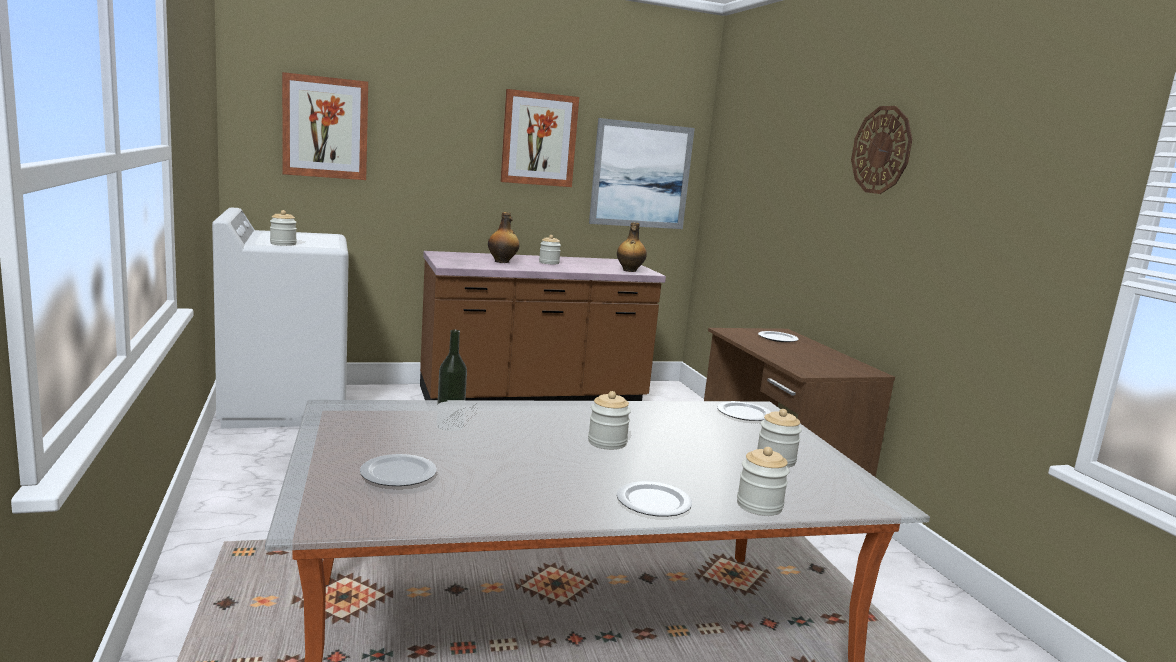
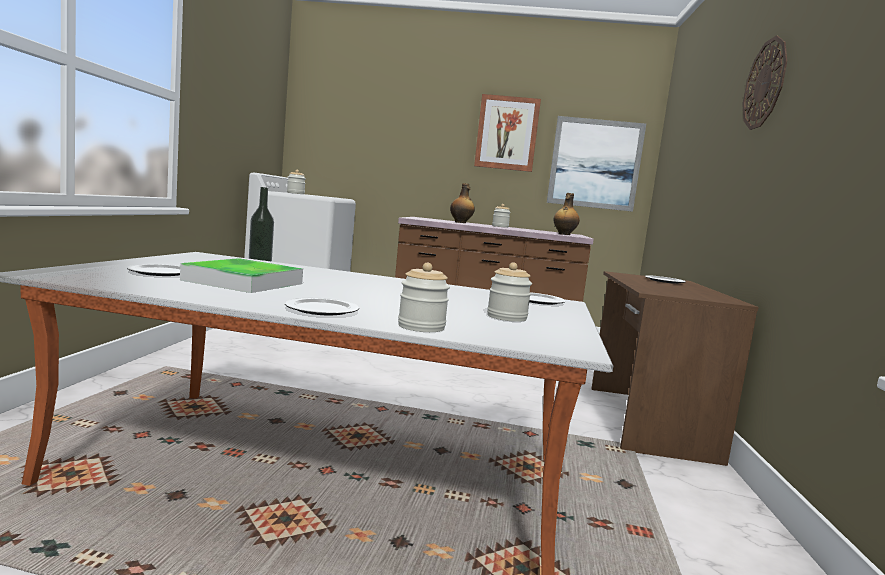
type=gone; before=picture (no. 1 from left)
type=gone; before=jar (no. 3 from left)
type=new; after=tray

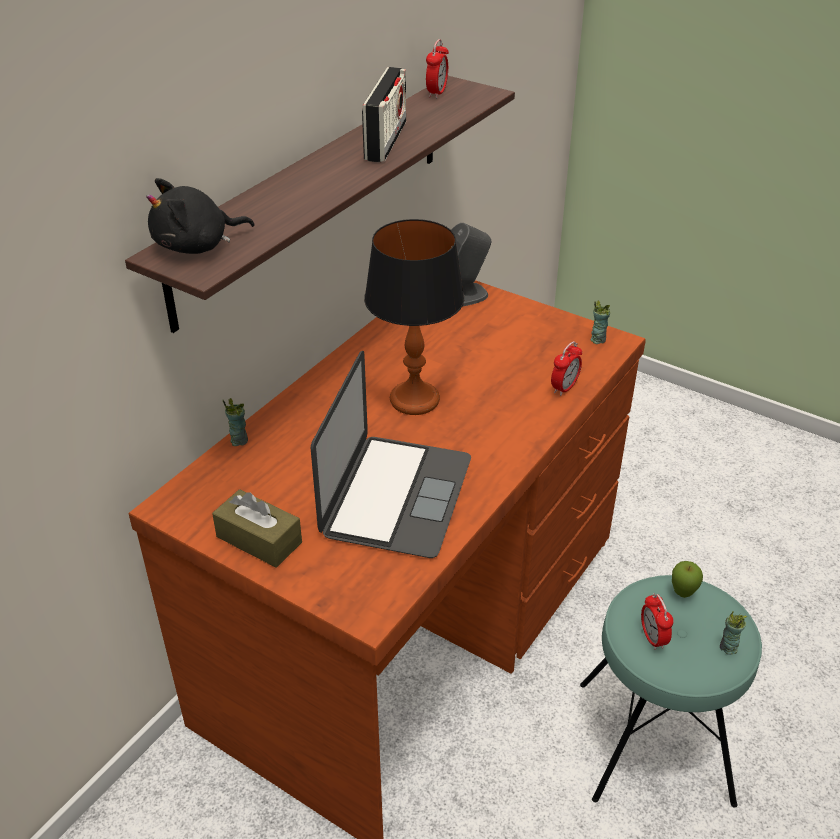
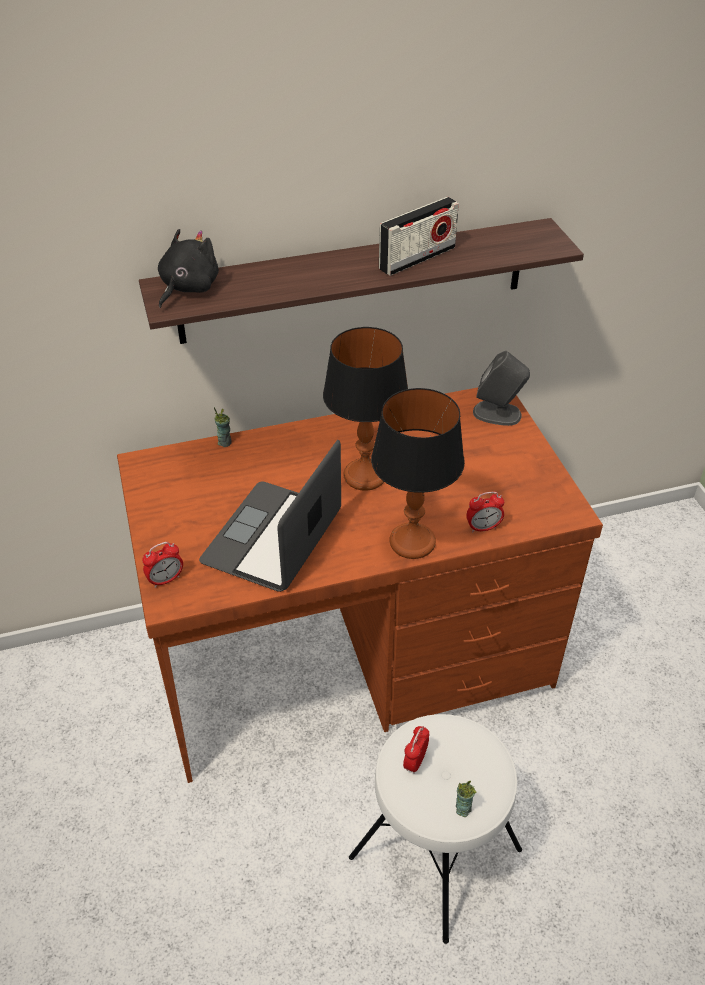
type=rotated; before=plush toy/black; turn=105
type=gone; before=tissue box/brown
type=rotated; before=laptop; turn=150
type=shifted; before=alarm clock (no. 1 from left)
type=repainted; before=stool/turquoise; after=stool/white
type=gone; before=cup (no. 2 from left)
type=gone; before=apple
type=new; after=table lamp (no. 2 from left)

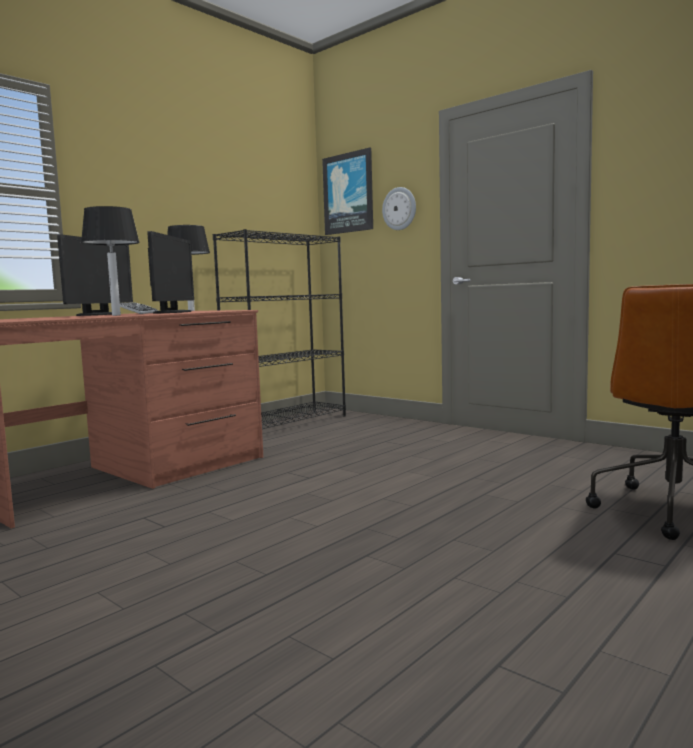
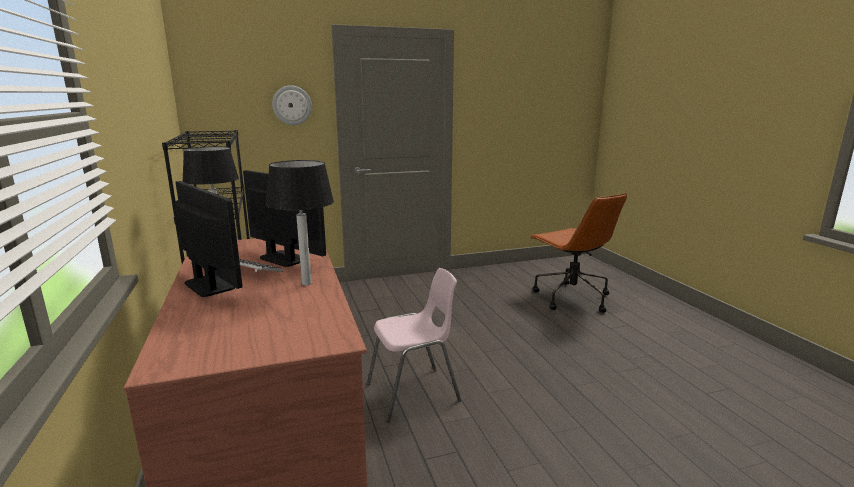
type=gone; before=picture
type=new; after=chair/pink

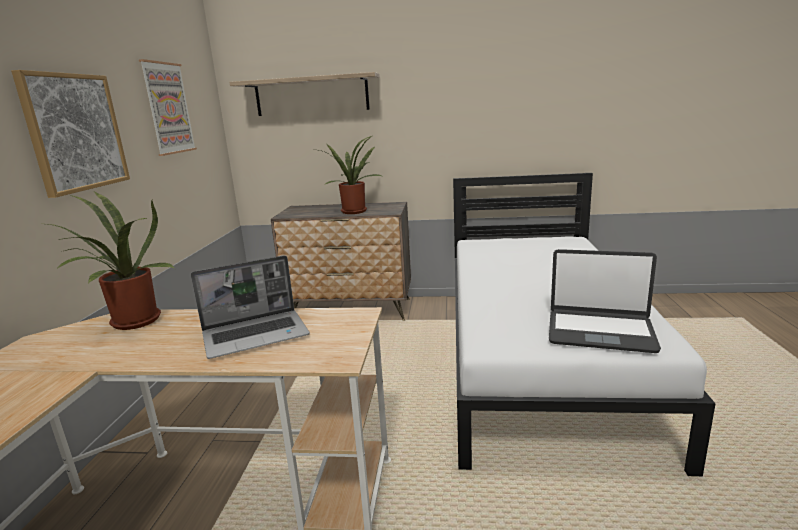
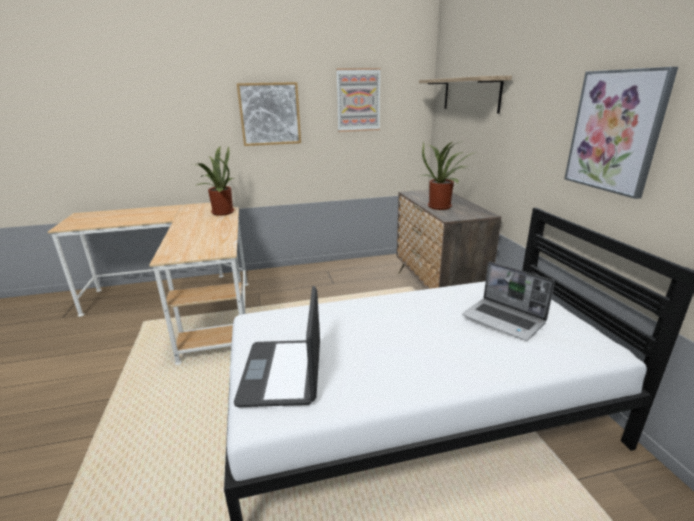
type=shifted; before=laptop (no. 1 from left in the first image); after=laptop (no. 2 from left)
type=new; after=picture (no. 3 from left)

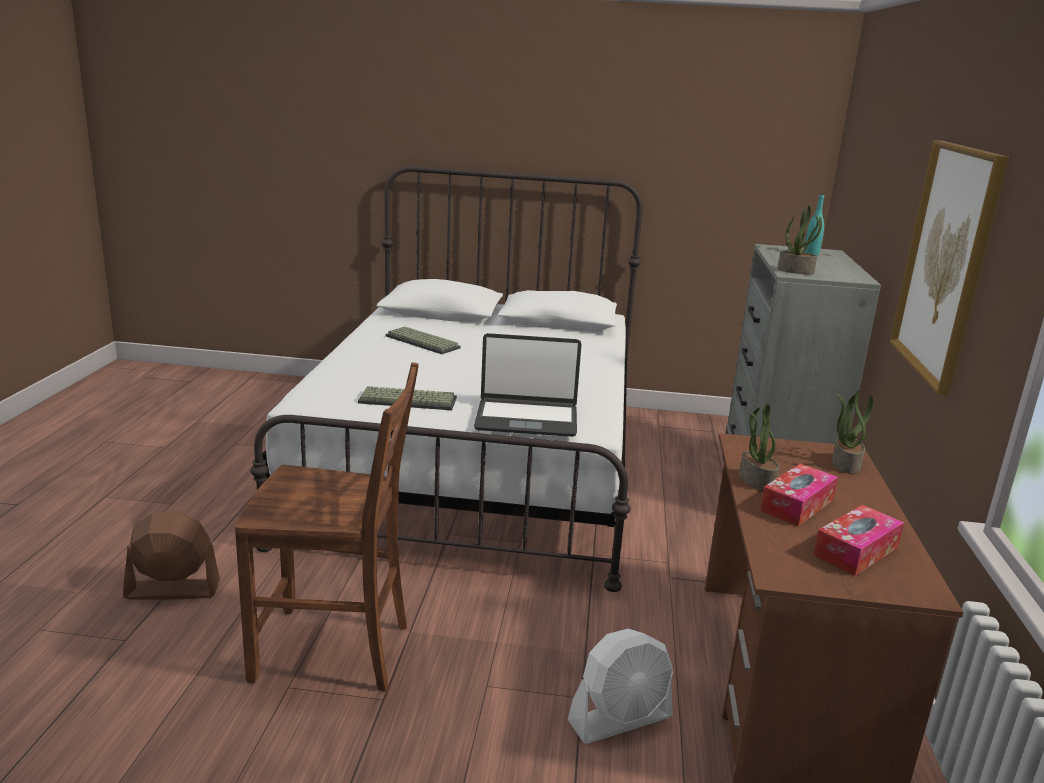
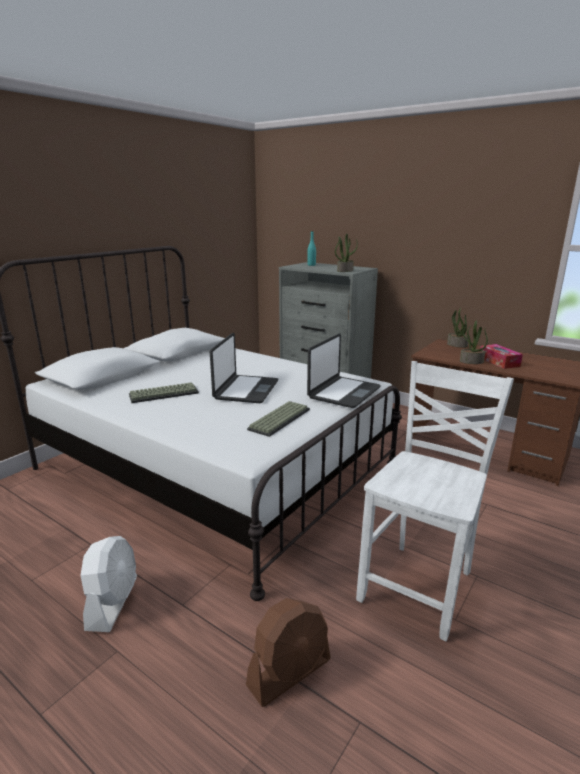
type=rotated; before=fan/brown; turn=-150
type=repainted; before=chair/brown; after=chair/white
type=shifted; before=fan/white
type=gone; before=tissue box (no. 2 from left)
type=gone; before=picture
type=new; after=laptop (no. 1 from left)

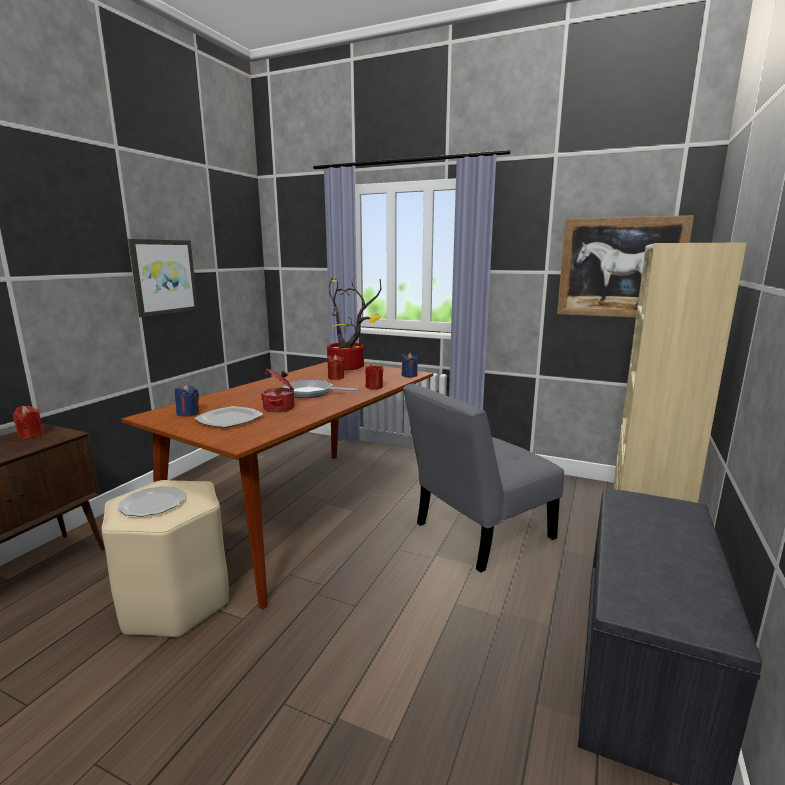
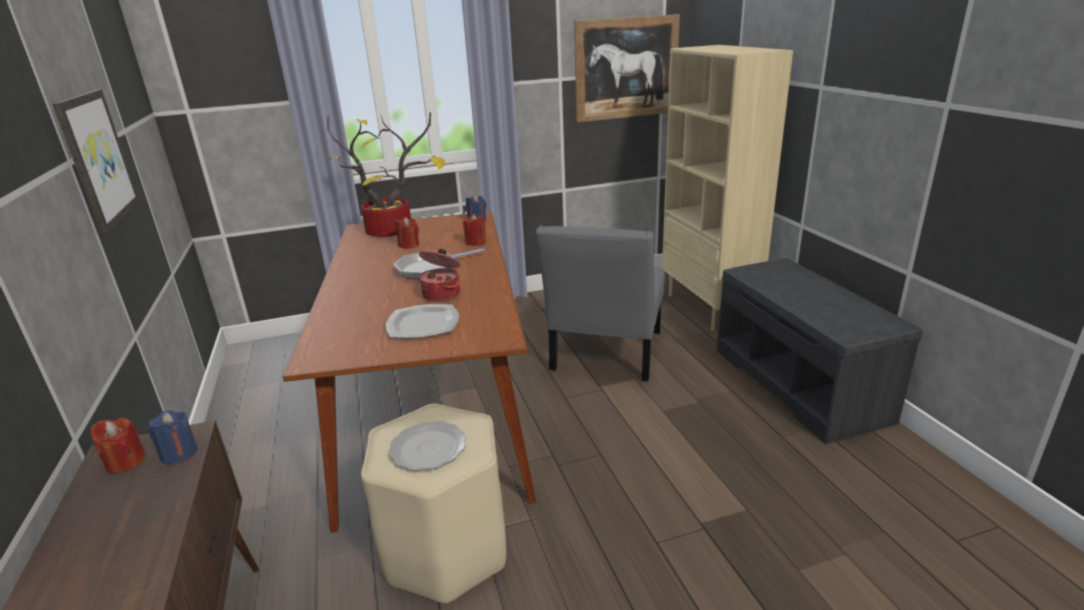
type=shifted; before=candle/blue (no. 1 from left)

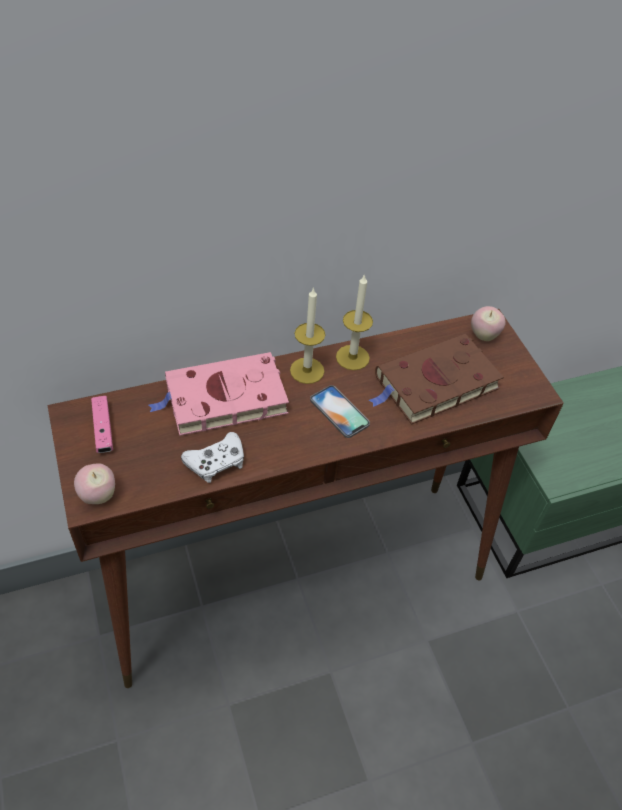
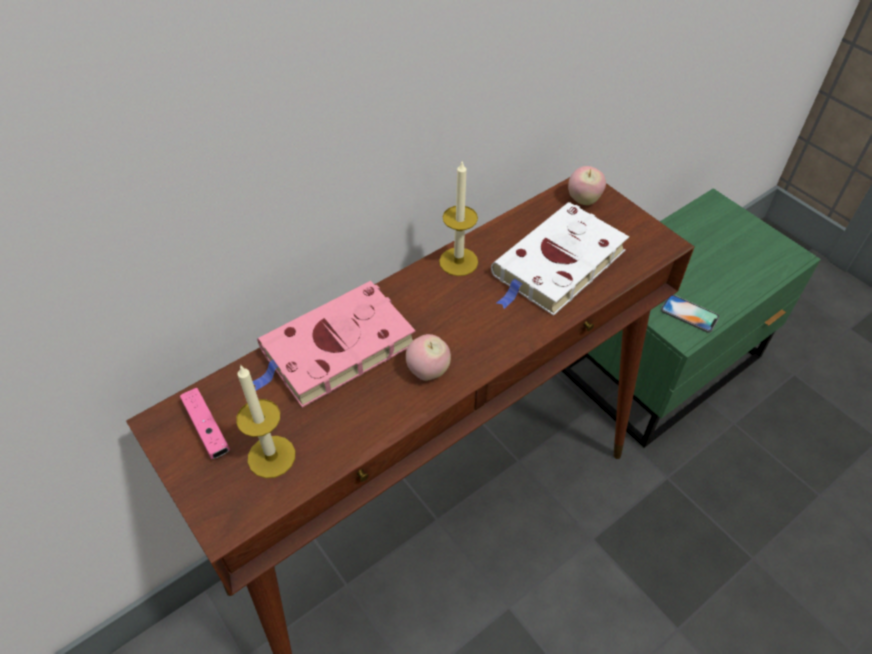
type=shifted; before=apple (no. 1 from left)
type=gone; before=game controller/white
type=shifted; before=candle (no. 1 from left)
type=shifted; before=phone
type=repainted; before=book/brown; after=book/white

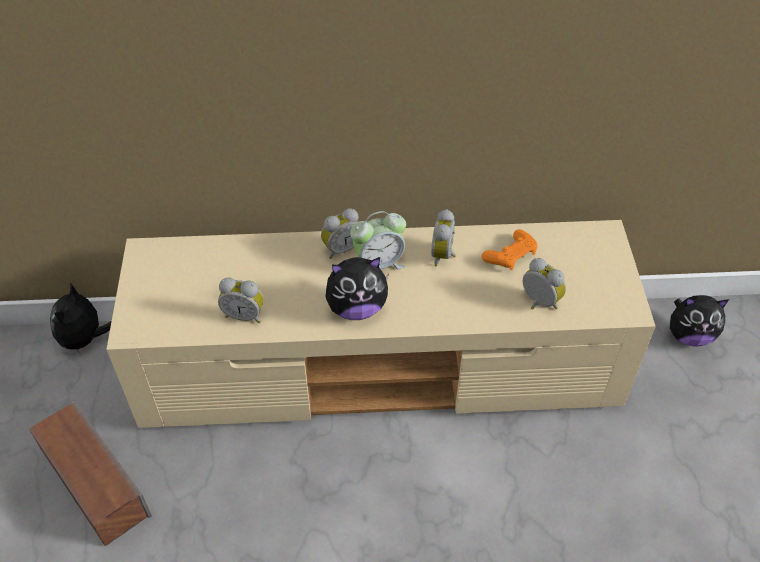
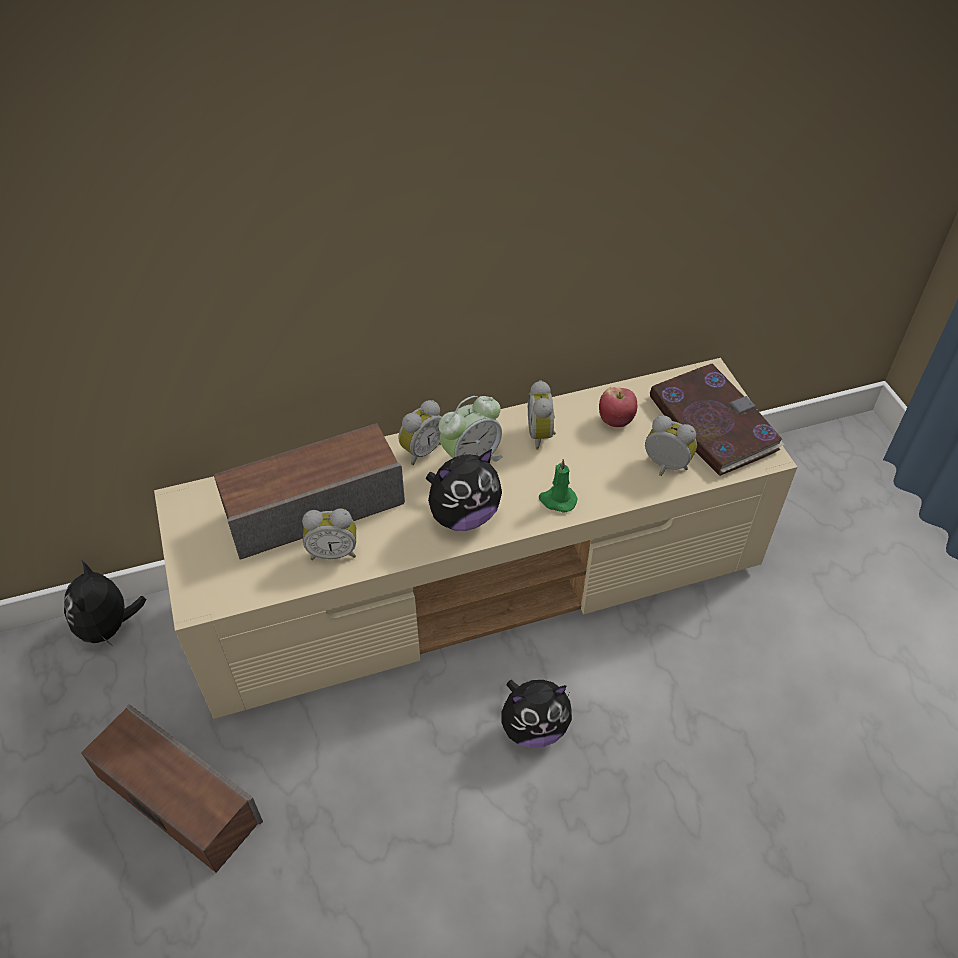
type=swapped; before=game controller/orange; after=apple
type=shifted; before=plush toy (no. 3 from left)
type=new; after=speaker (no. 2 from left)
type=new; after=candle/green
type=new; after=book

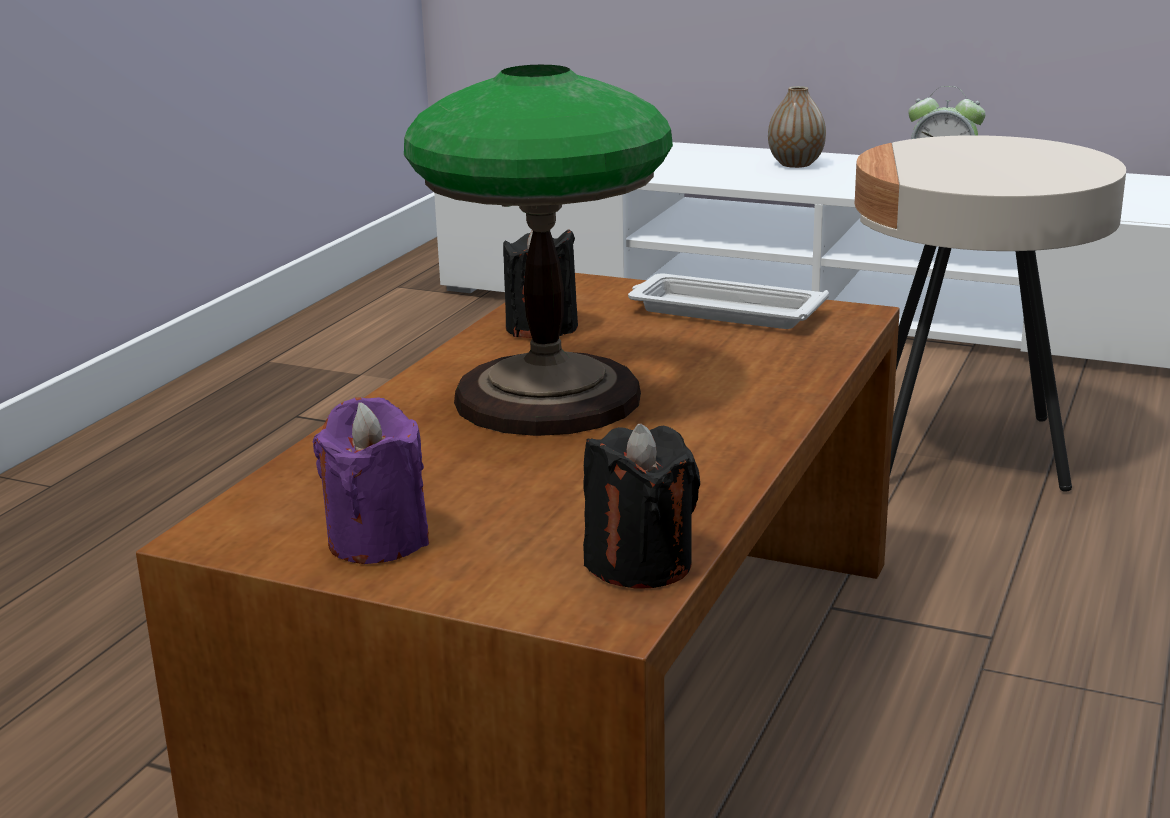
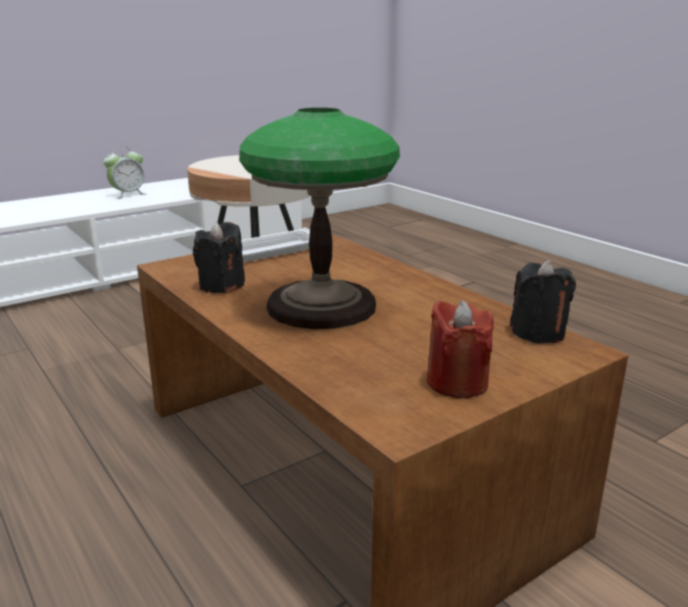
type=repainted; before=candle/purple; after=candle/red
type=gone; before=vase

